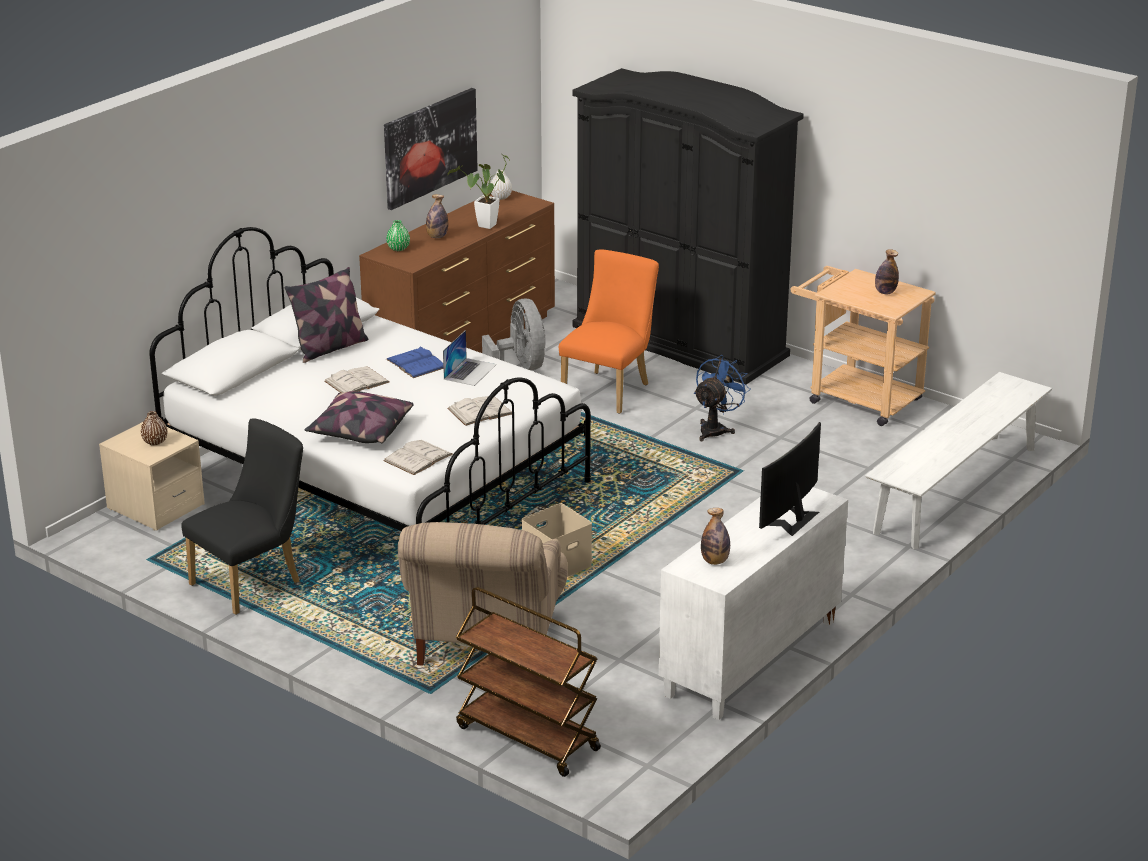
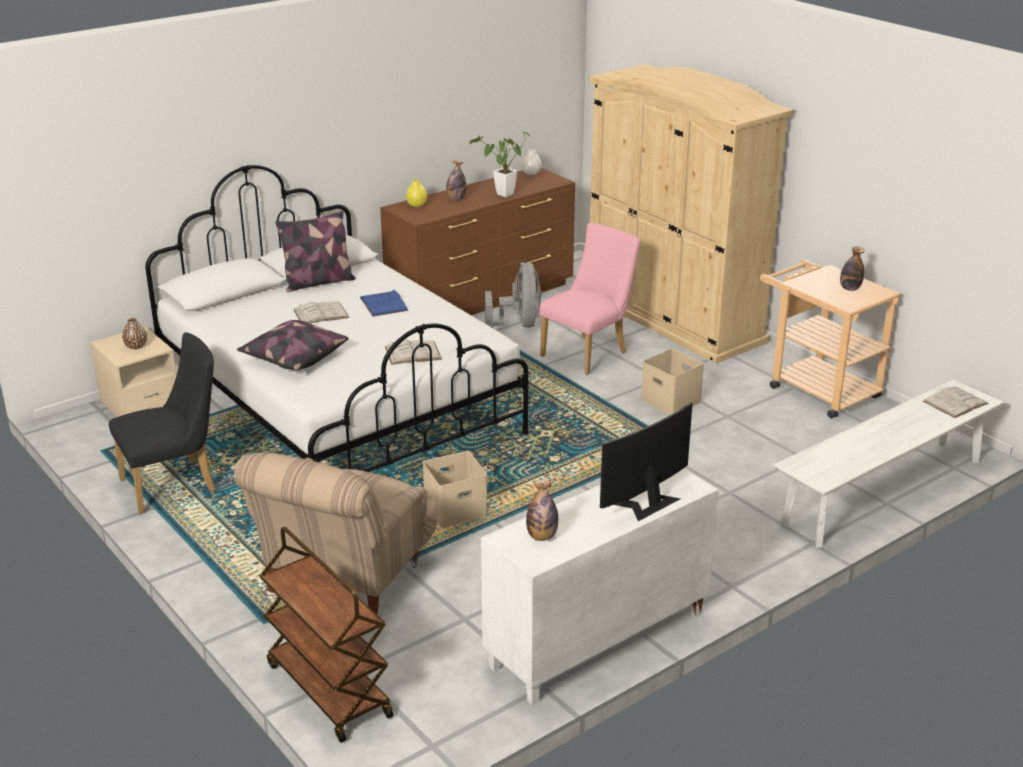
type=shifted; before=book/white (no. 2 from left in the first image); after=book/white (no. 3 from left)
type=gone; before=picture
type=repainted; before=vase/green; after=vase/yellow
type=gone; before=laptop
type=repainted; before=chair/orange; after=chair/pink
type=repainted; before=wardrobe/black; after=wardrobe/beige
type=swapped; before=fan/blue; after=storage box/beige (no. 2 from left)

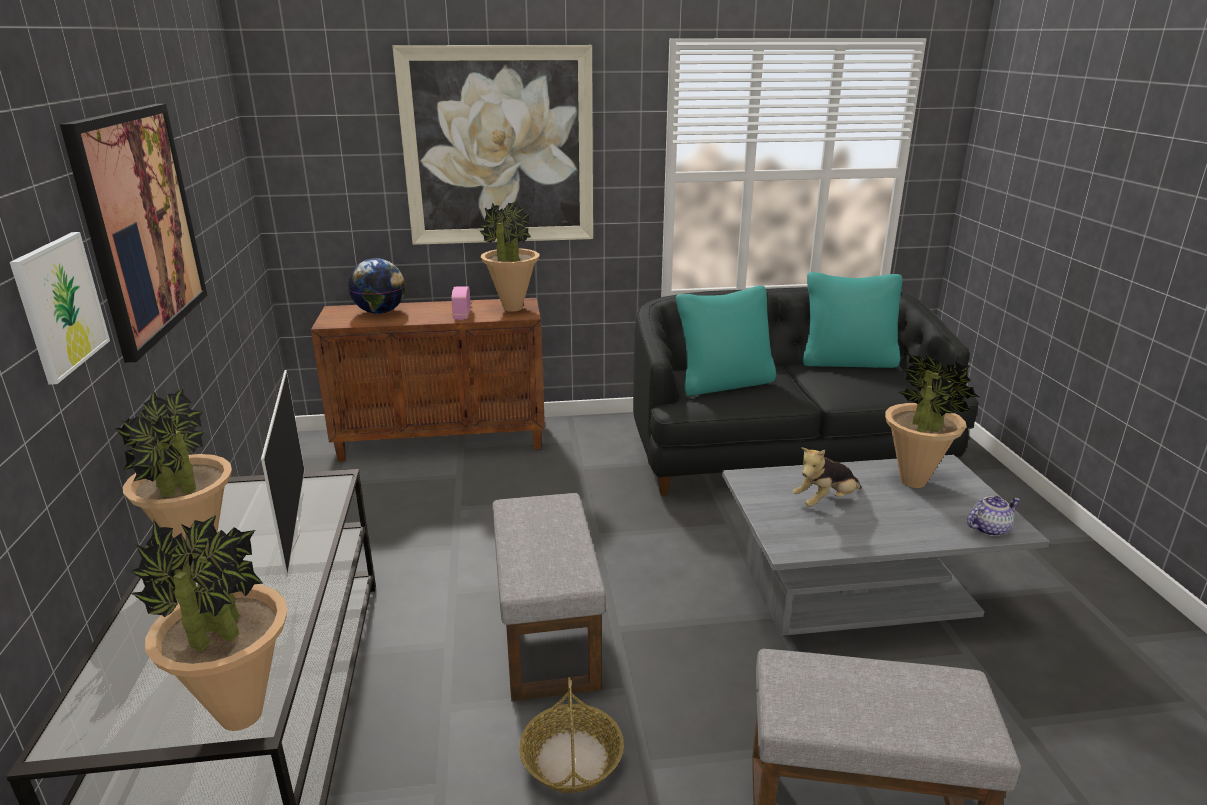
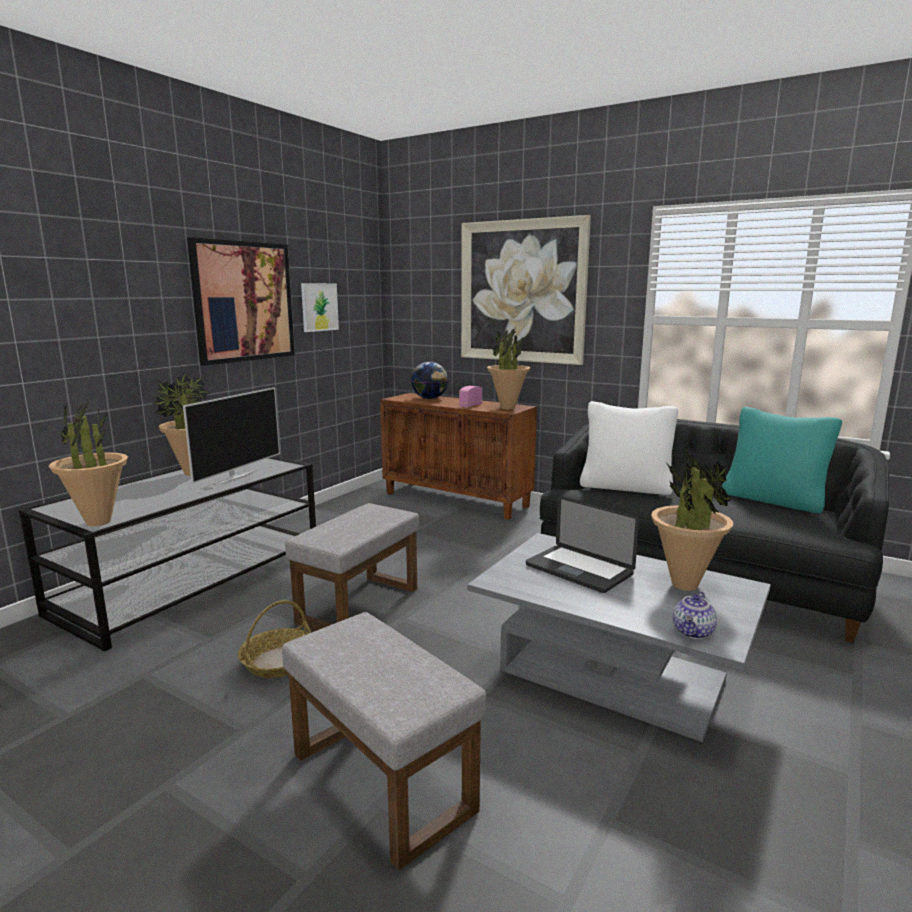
type=shifted; before=picture (no. 1 from left in the first image); after=picture (no. 2 from left)
type=repainted; before=pillow/turquoise (no. 1 from left); after=pillow/white
type=swapped; before=plush toy; after=laptop
type=rotated; before=teapot; turn=105

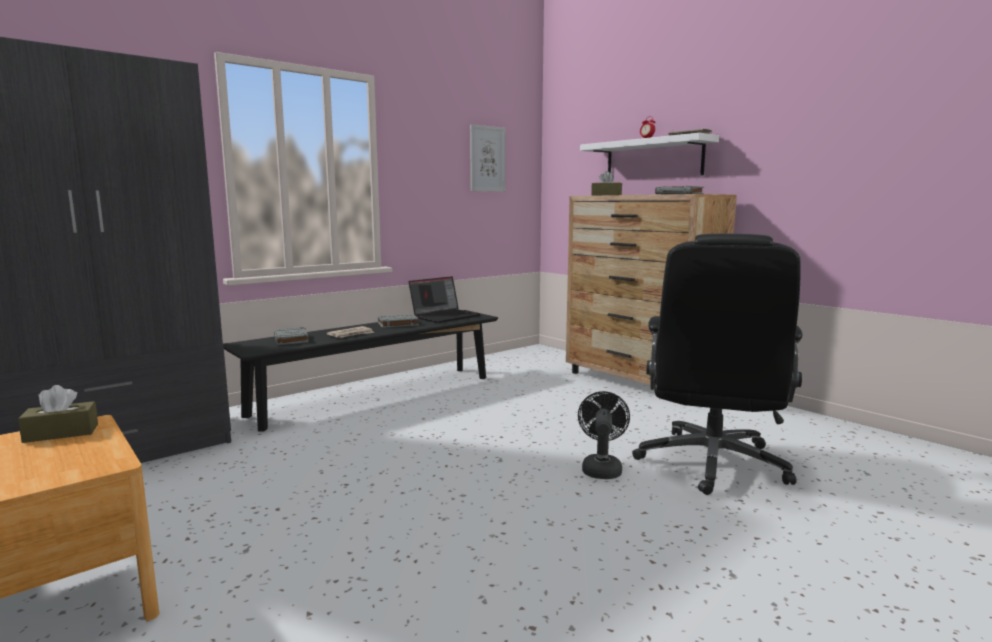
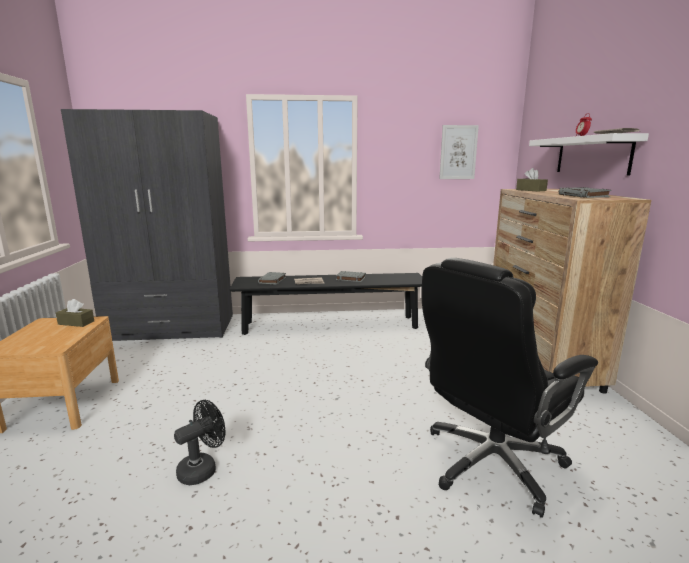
type=gone; before=laptop
type=shifted; before=fan/black

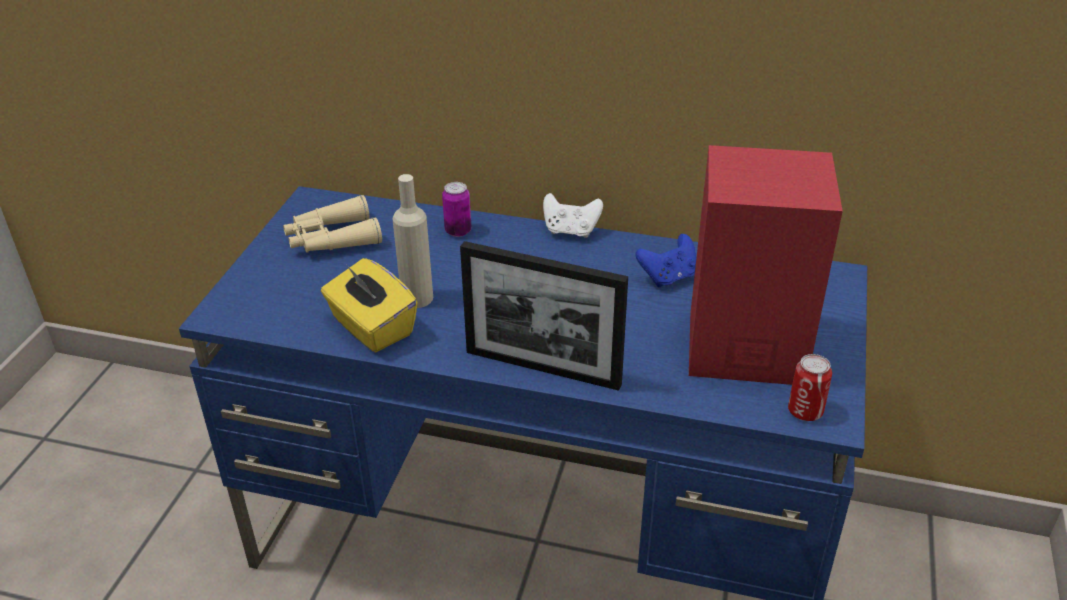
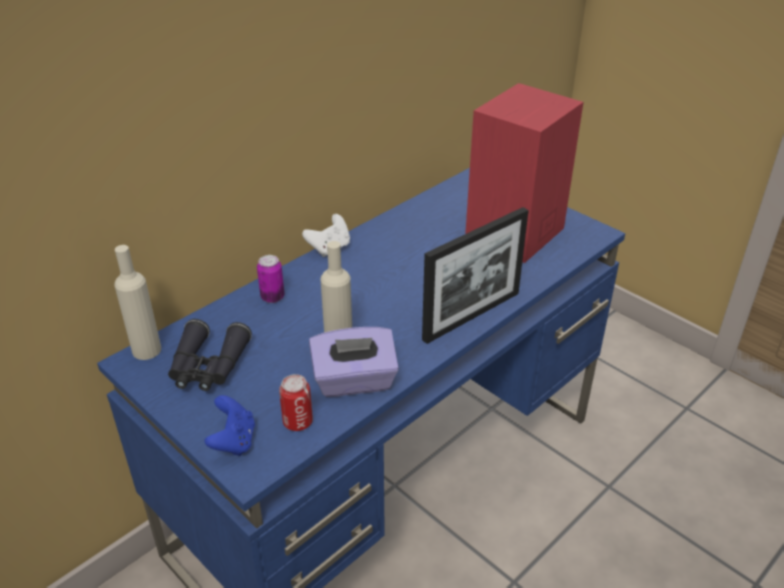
type=repainted; before=binoculars/beige; after=binoculars/black
type=repainted; before=tissue box/yellow; after=tissue box/purple
type=shifted; before=game controller/blue
type=shifted; before=can (no. 2 from left)
type=new; after=bottle/beige (no. 1 from left)

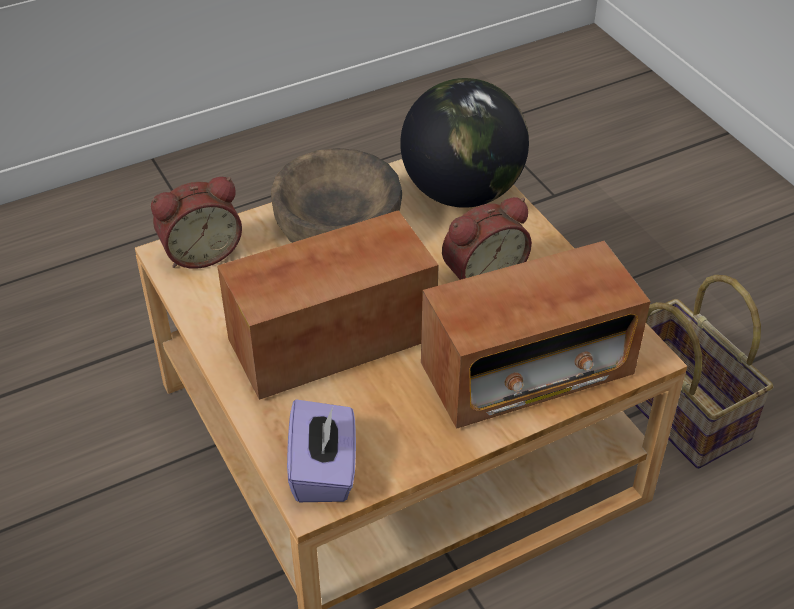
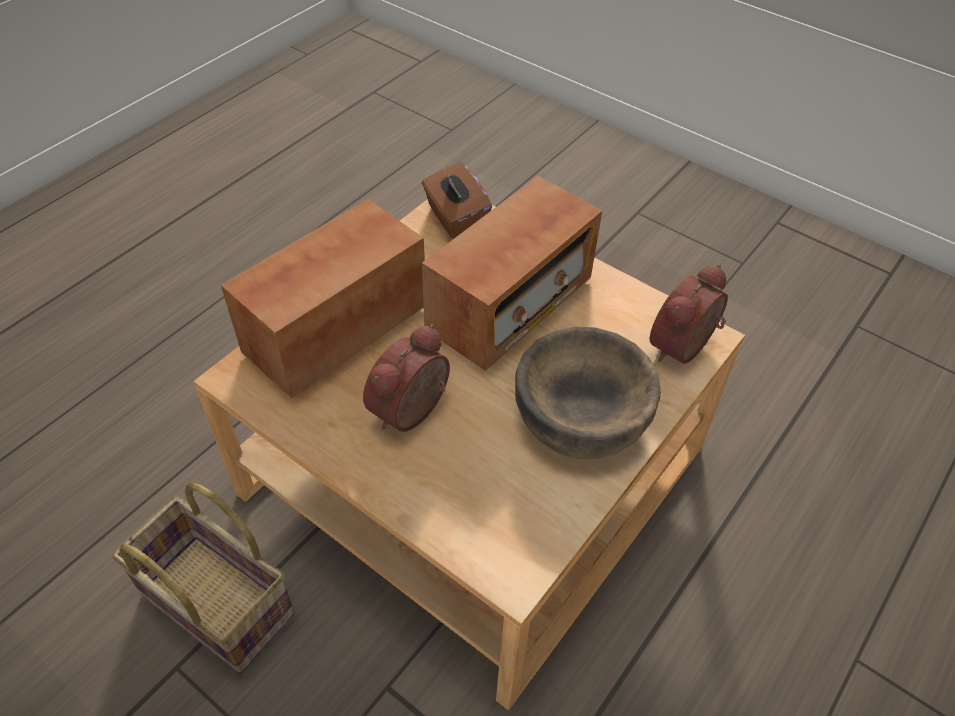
type=repainted; before=tissue box/purple; after=tissue box/brown
type=gone; before=globe

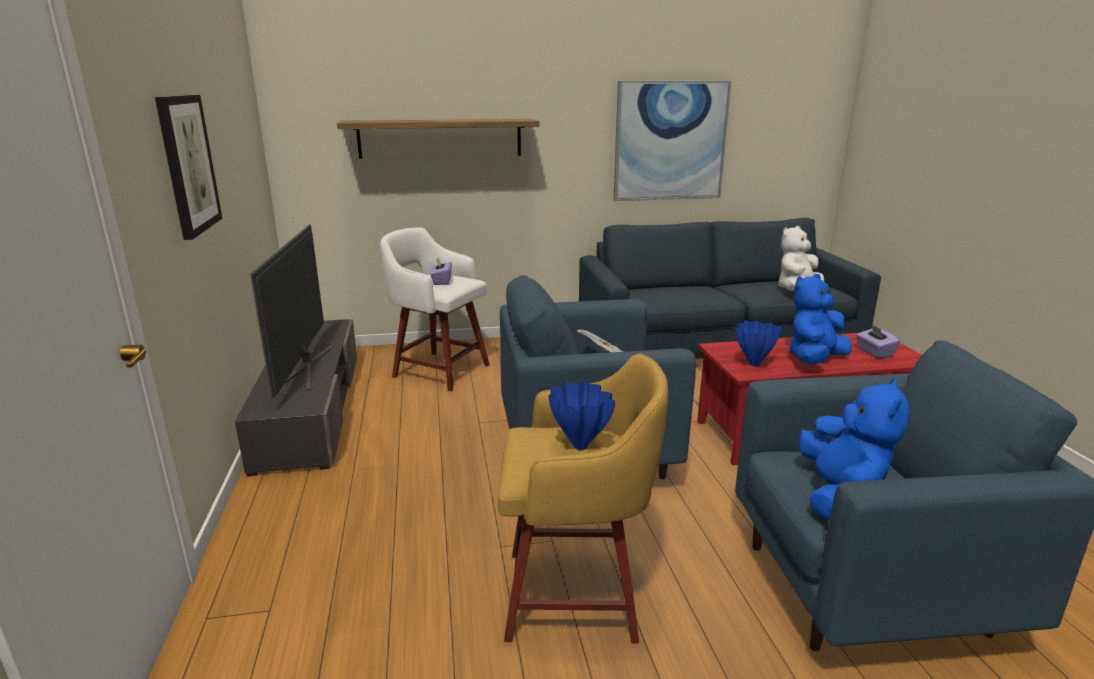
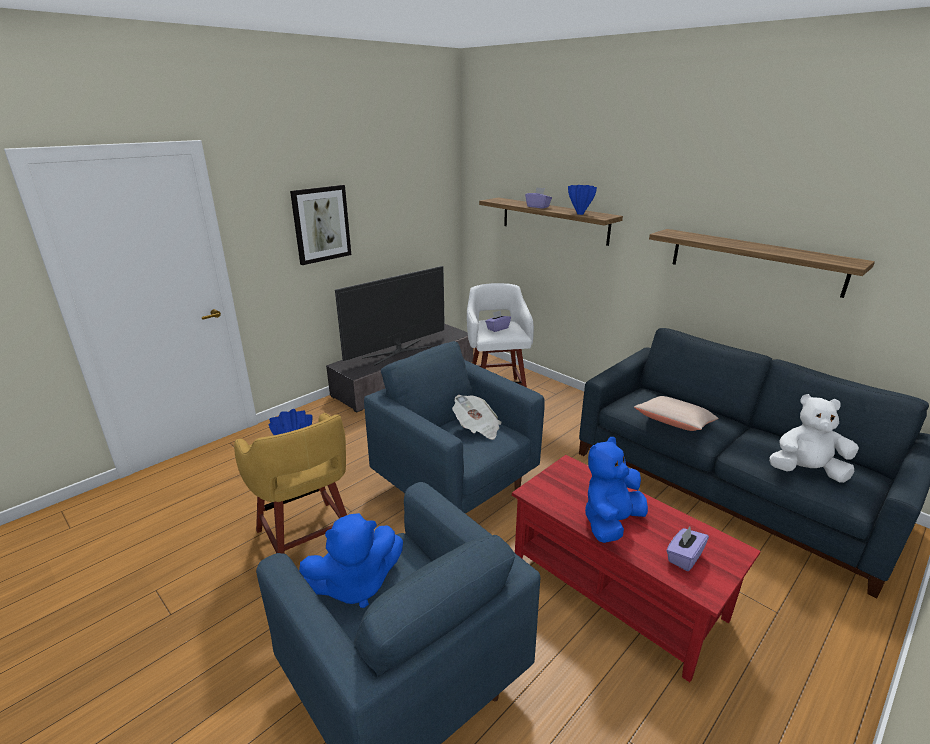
type=swapped; before=picture (no. 2 from left); after=shelf (no. 2 from left)
type=shifted; before=vase/blue (no. 2 from left)
type=rotated; before=plush toy/blue (no. 1 from left in the first image); turn=-60
type=new; after=tissue box/purple (no. 2 from left)
type=new; after=pillow/beige

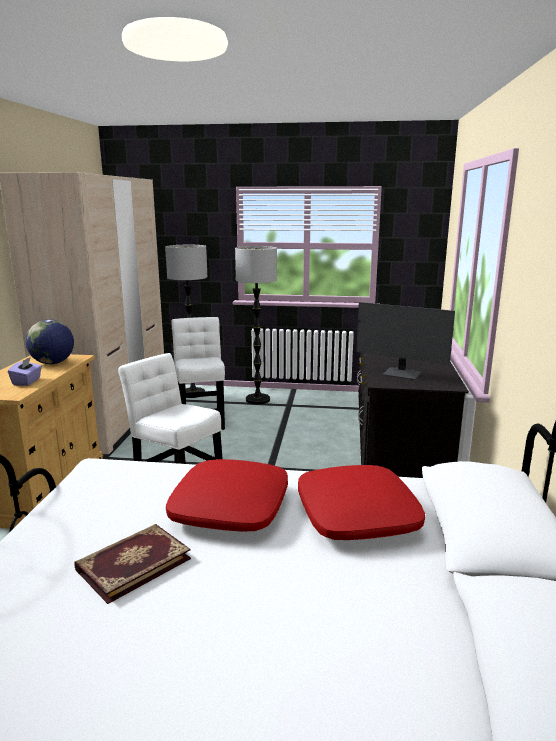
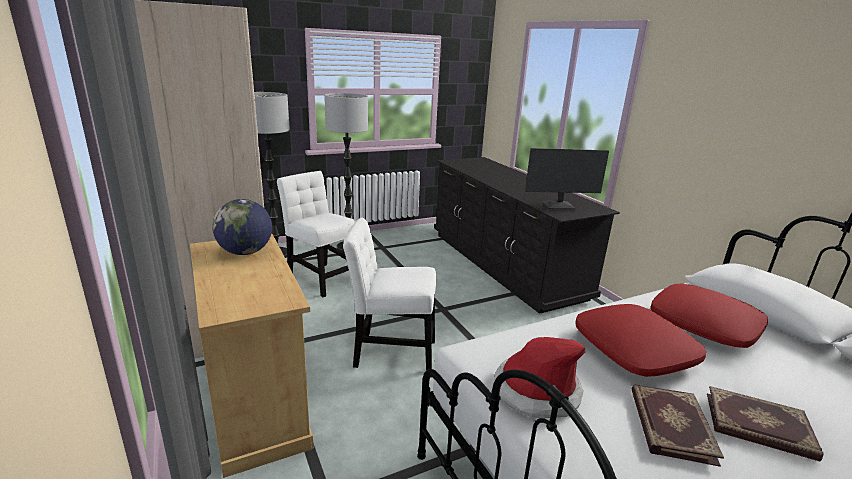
type=gone; before=tissue box/purple
type=new; after=hat
type=new; after=book (no. 2 from left)

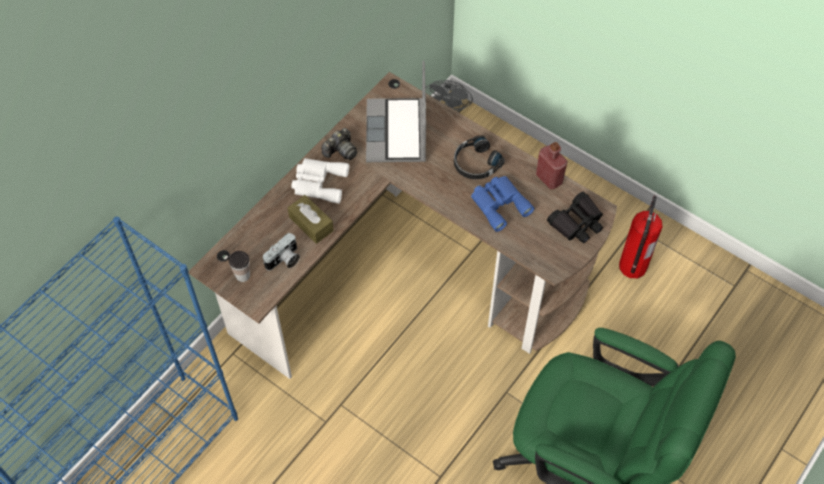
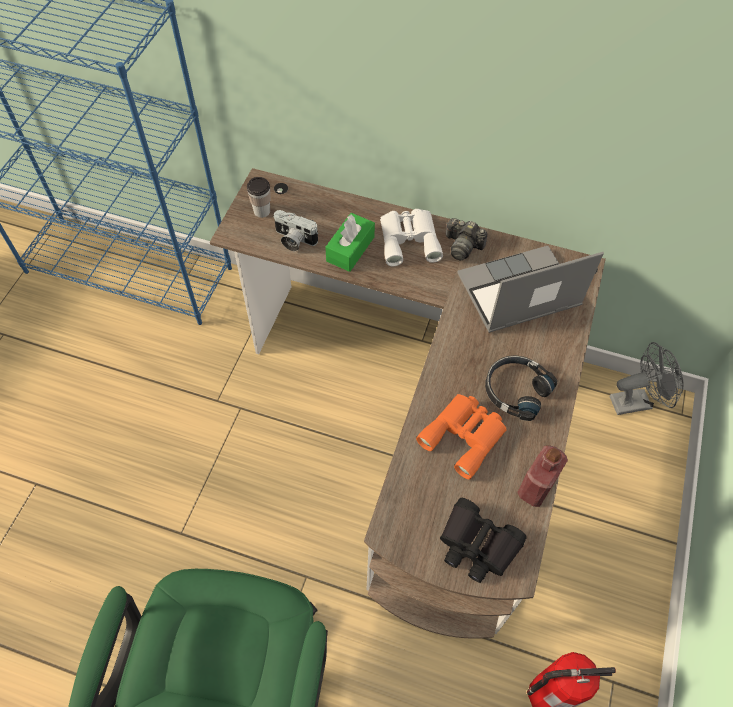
type=repainted; before=tissue box/brown; after=tissue box/green
type=repainted; before=binoculars/blue; after=binoculars/orange

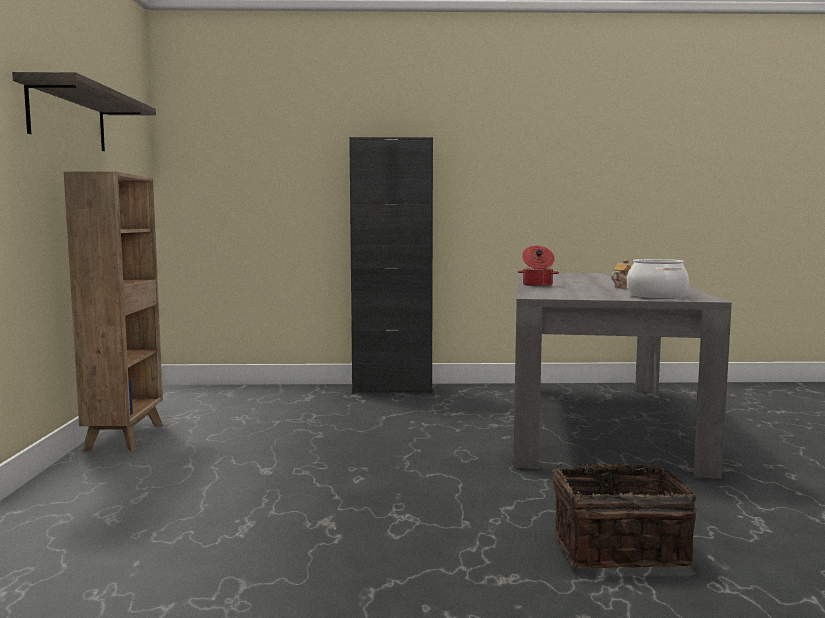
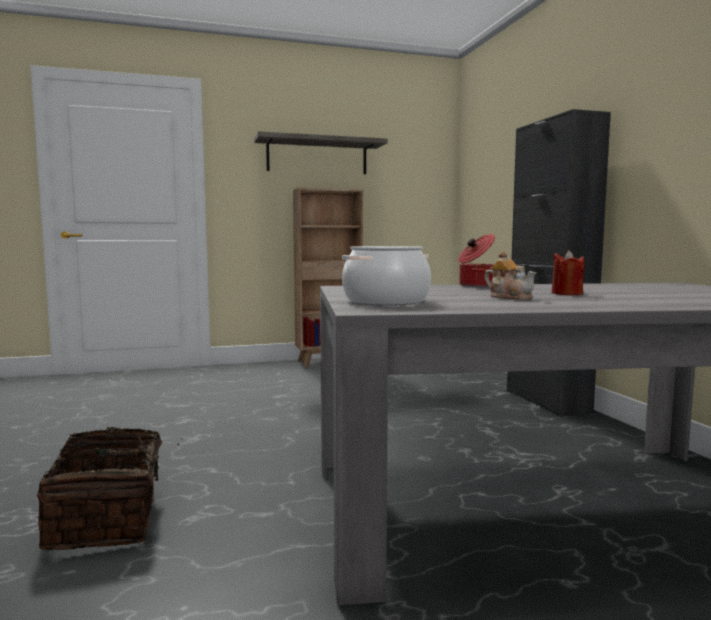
type=new; after=candle/red

